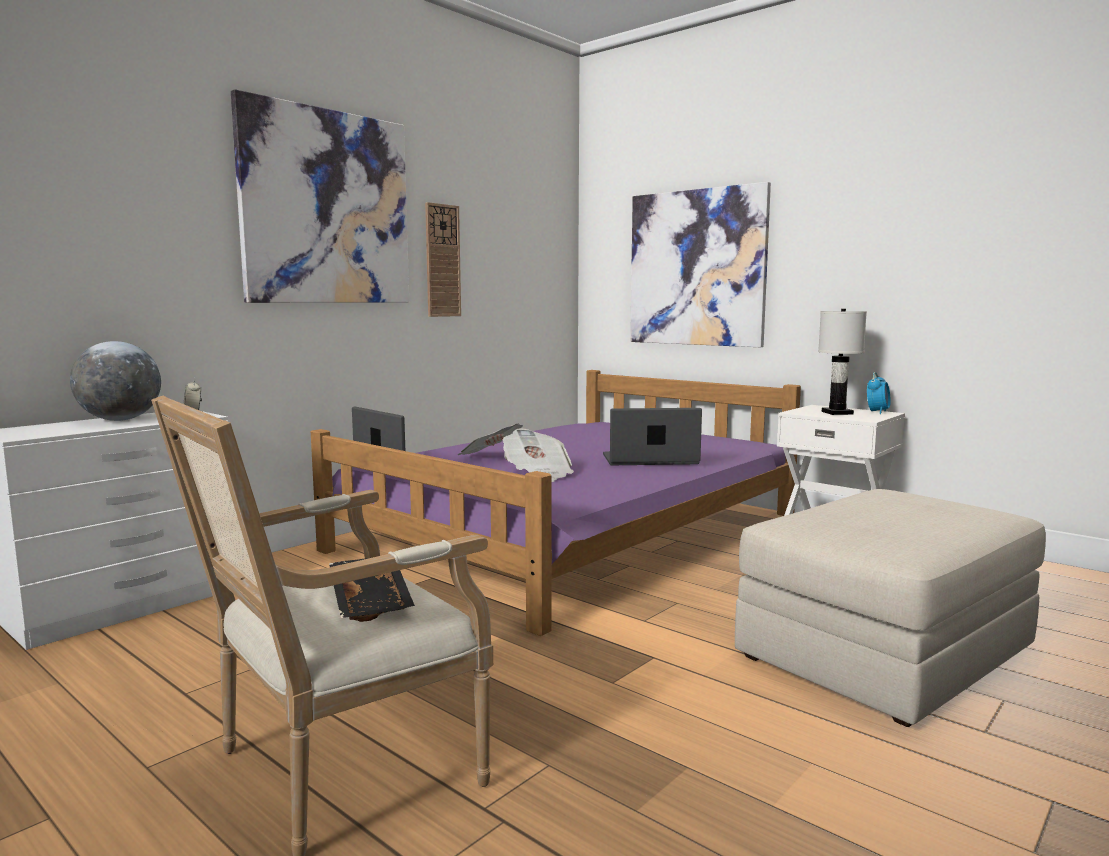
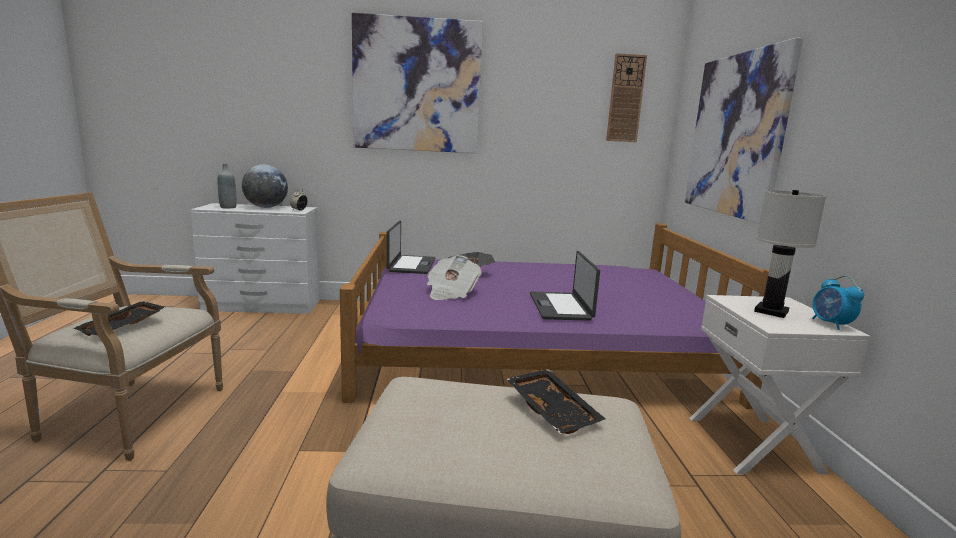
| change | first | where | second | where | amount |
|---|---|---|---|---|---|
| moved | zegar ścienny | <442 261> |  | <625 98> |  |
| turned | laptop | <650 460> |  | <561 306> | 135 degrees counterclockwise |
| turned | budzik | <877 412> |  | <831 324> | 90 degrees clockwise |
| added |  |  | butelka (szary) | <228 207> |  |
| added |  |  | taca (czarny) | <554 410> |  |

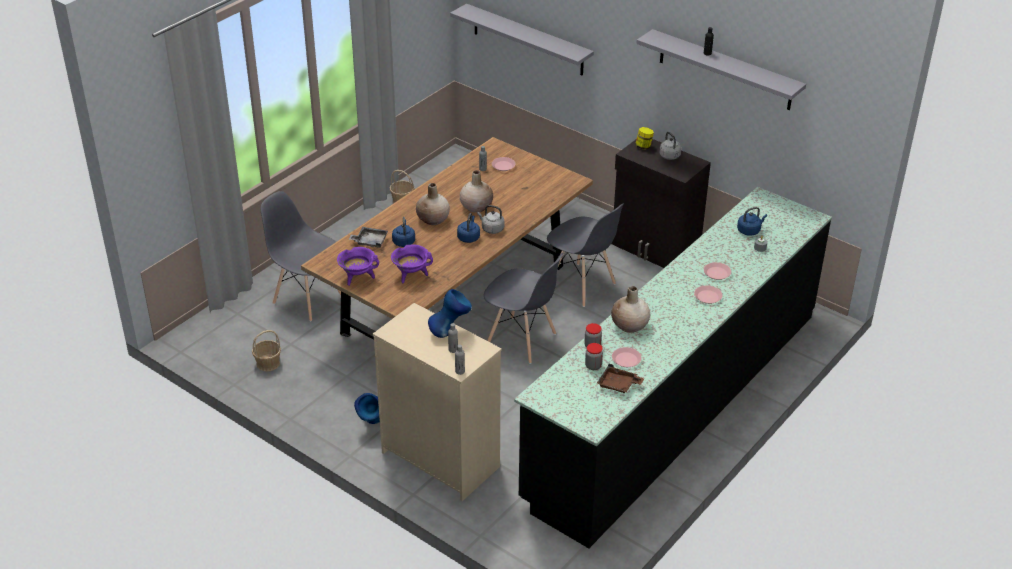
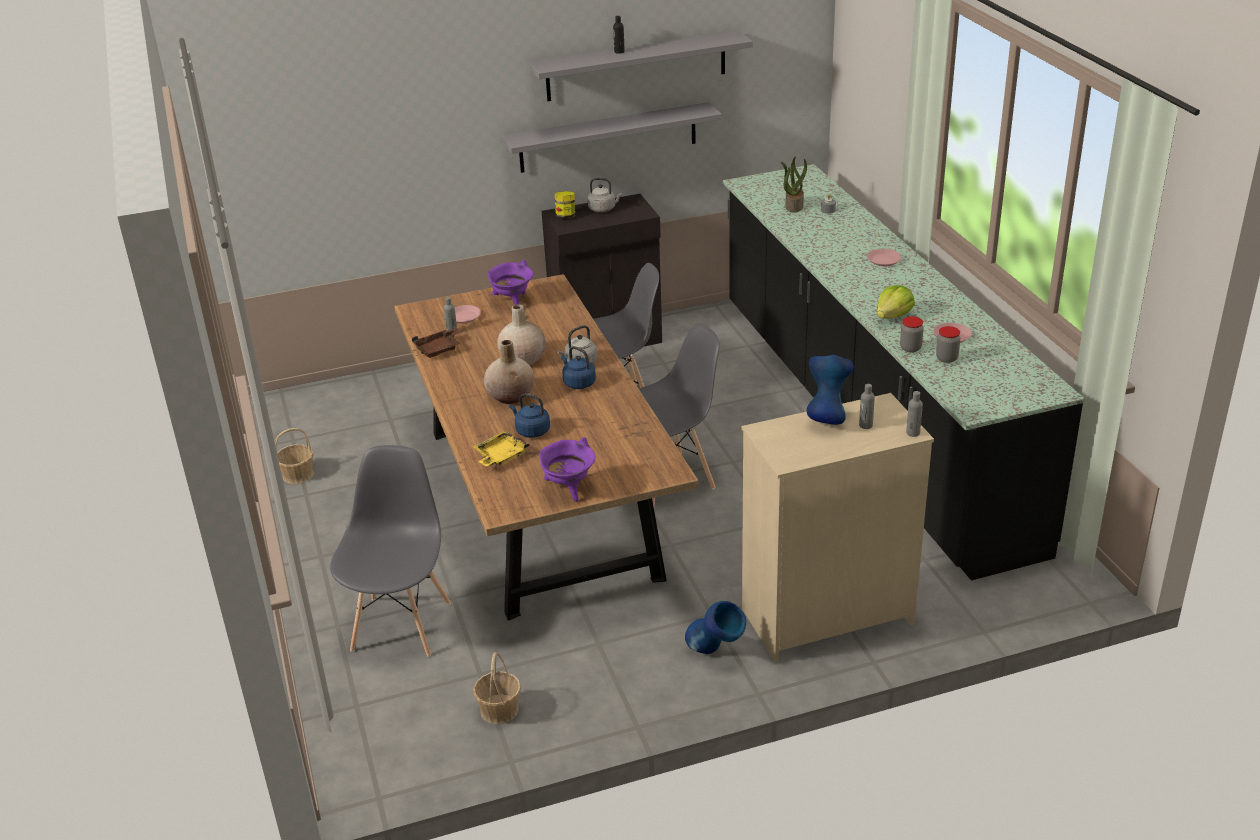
| change | first | where | second | where | amount |
|---|---|---|---|---|---|
| turned | krzesło (szary) | <307 299> |  | <401 625> | 120 degrees clockwise |
| recoloured | taca (szary) | <370 241> | taca (żółty) | <500 456> |  |
| moved | garnek (fioletowy) | <411 275> |  | <512 302> |  |
| moved | półka (szary) | <528 40> |  | <608 137> |  |
| moved | taca (brązowy) | <618 385> |  | <439 349> |  |
| replaced | wazon (beżowy) | <629 325> | sałata | <893 316> |  |
| removed | talerz (różowy) | <716 273> |  |  |  |
| replaced | czajnik (niebieski) | <749 230> | roślina doniczkowa | <793 206> |  |

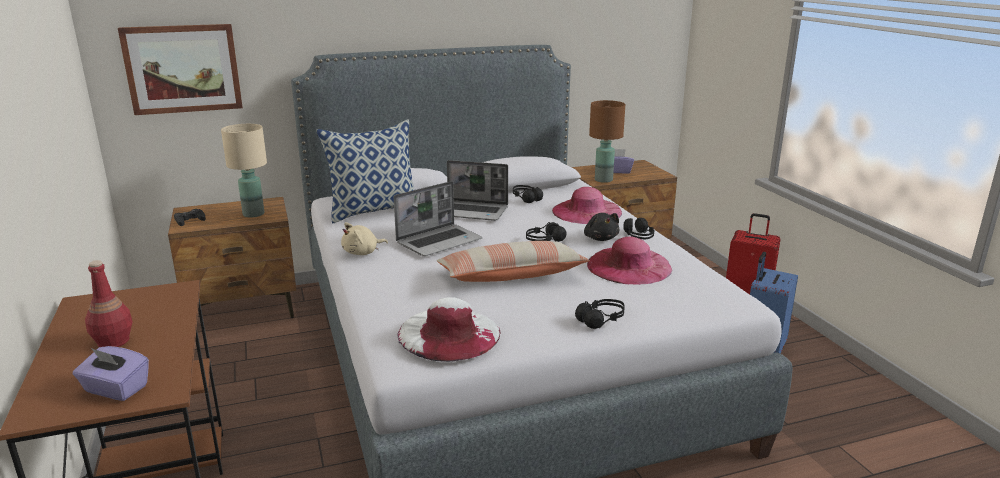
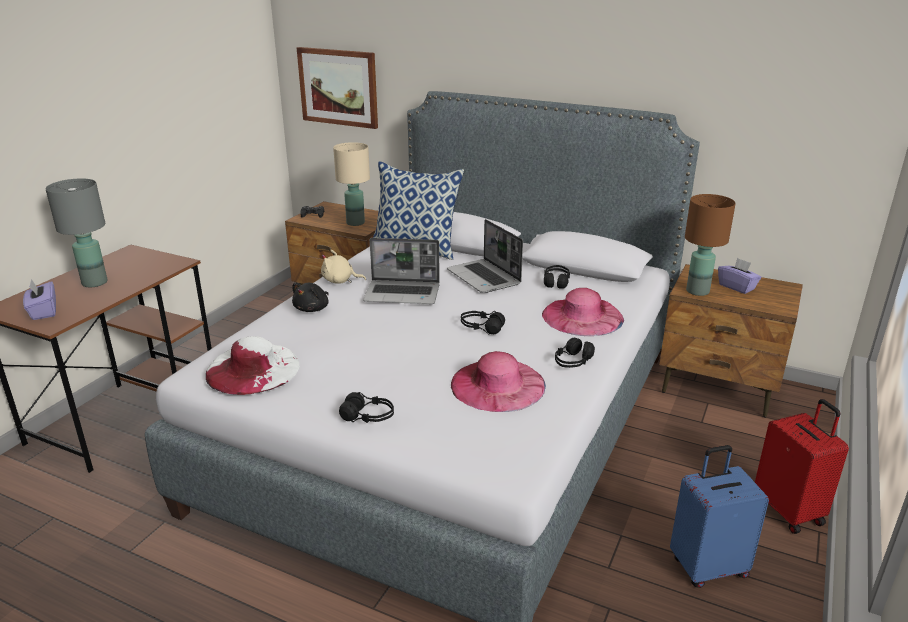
| change | first | where | second | where | amount |
|---|---|---|---|---|---|
| replaced | butelka (czerwony) | <113 341> | lampa stołowa (szary) | <94 282> |  |
| removed | poduszka | <511 276> |  |  |  |
| moved | pluszak (czarny) | <600 238> |  | <312 309> |  |

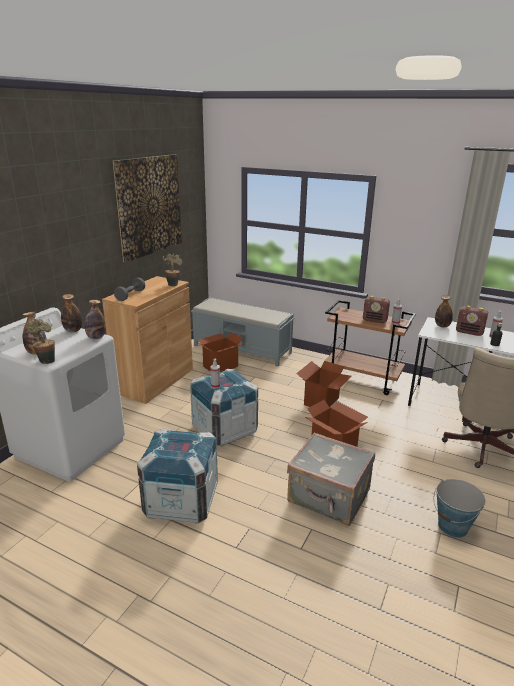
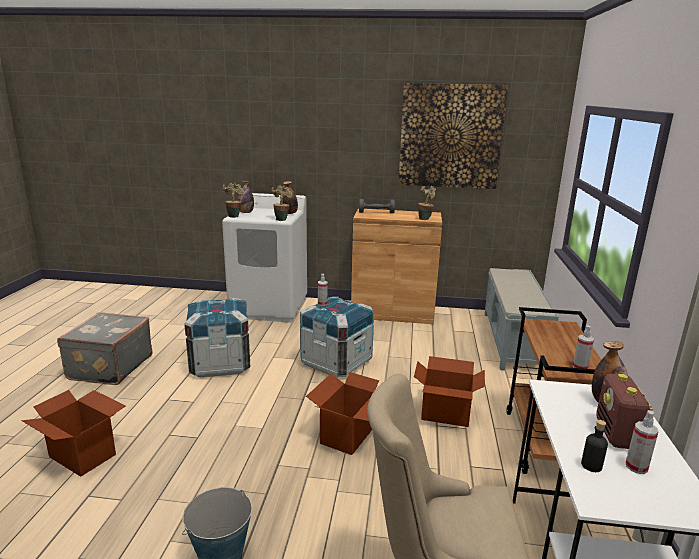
| change | first | where | second | where | amount |
|---|---|---|---|---|---|
| replaced | butelka | <96 337> | roślina doniczkowa | <281 219> |  |
| moved | karton | <220 366> |  | <83 455> |  |
| moved | walizka (szary) | <328 497> |  | <109 367> |  |
| removed | radio | <375 320> |  |  |  |

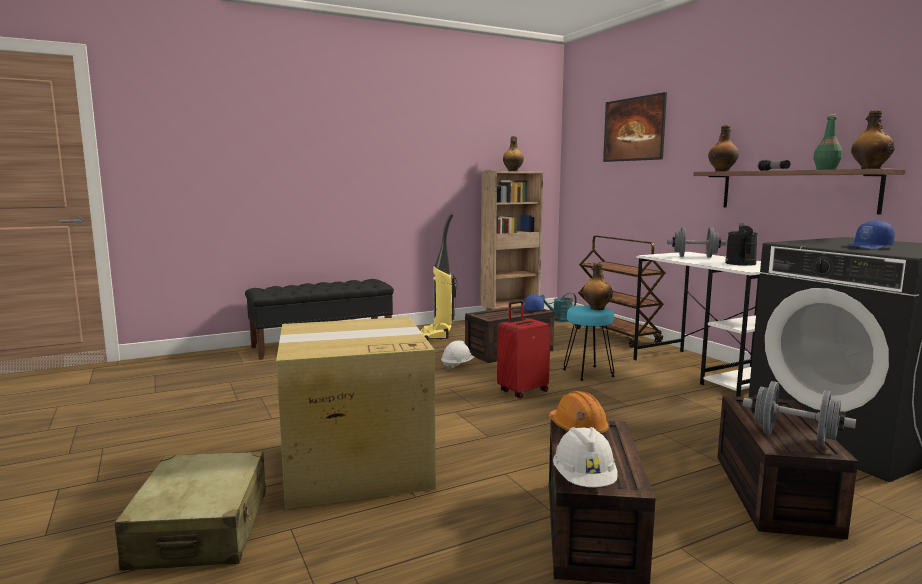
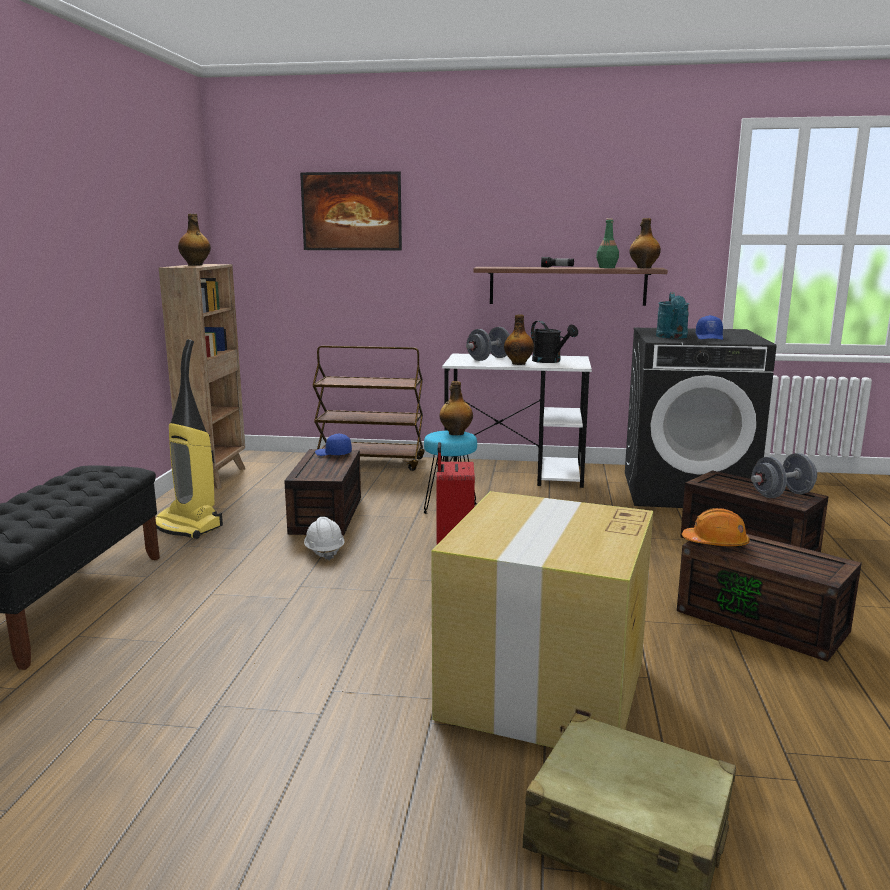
| change | first | where | second | where | amount |
|---|---|---|---|---|---|
| moved | konewka (turkusowy) | <559 320> |  | <672 337> |  |
| removed | kask (biały) | <584 481> |  |  |  |
| moved | butelka | <722 171> |  | <518 363> |  |

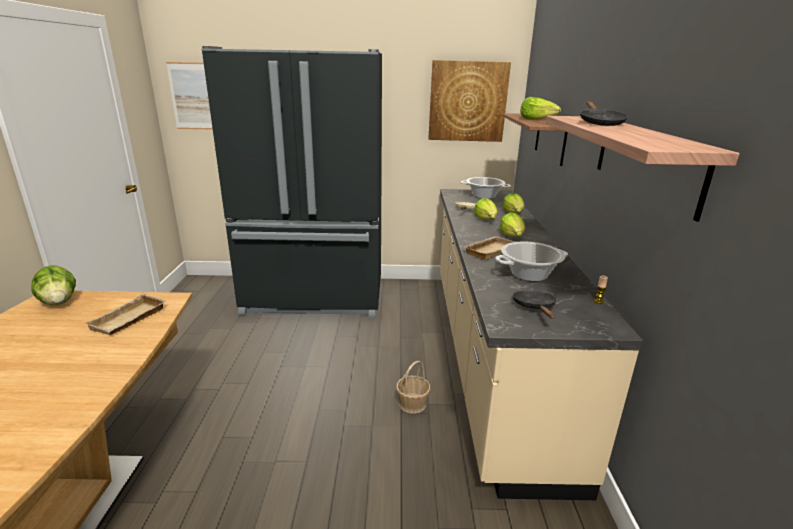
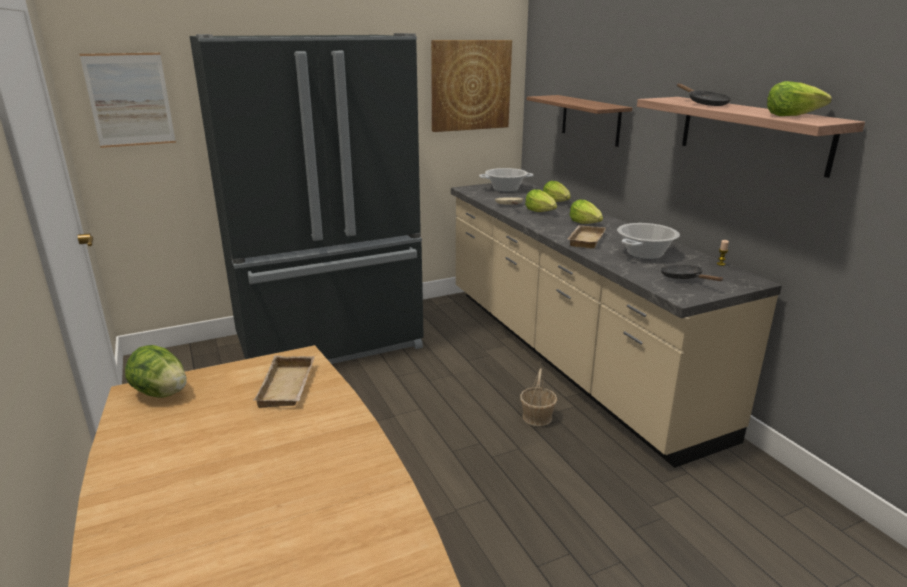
| change | first | where | second | where | amount |
|---|---|---|---|---|---|
| moved | sałata | <537 120> |  | <792 116> |  |

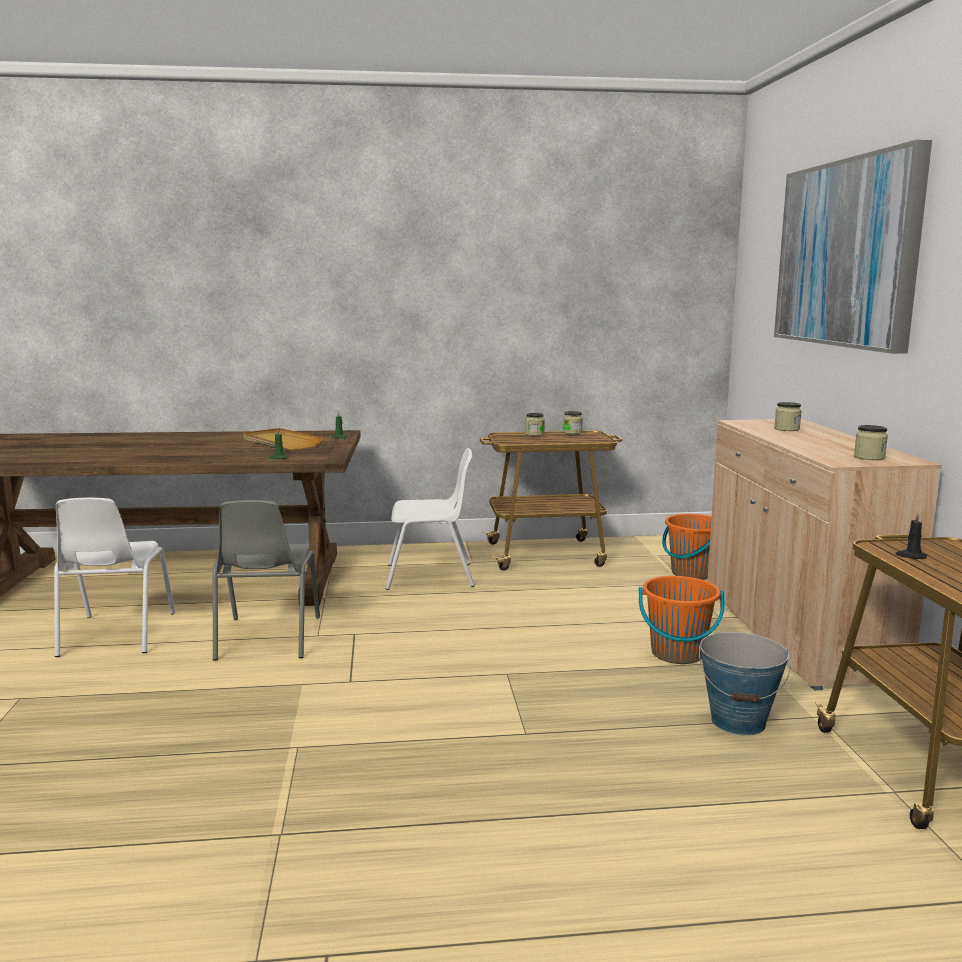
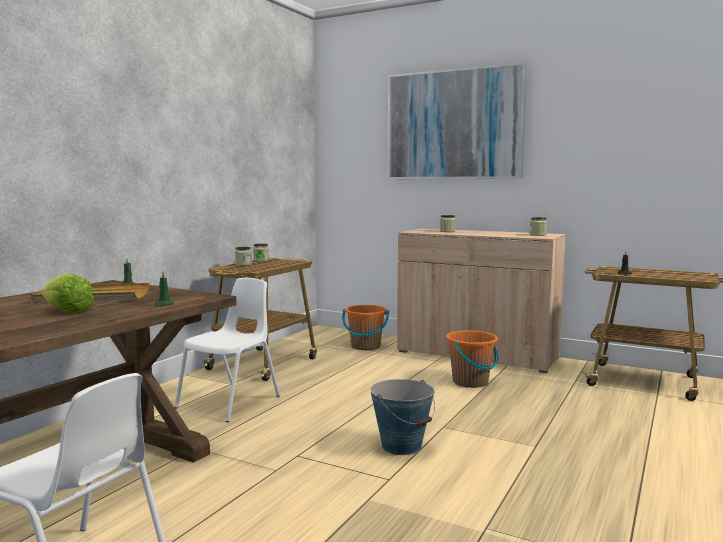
| change | first | where | second | where | amount |
|---|---|---|---|---|---|
| removed | krzesło (szary) | <267 638> |  |  |  |
| moved | wiadro | <738 721> |  | <402 446> |  |
| added |  |  | sałata | <67 311> |  |

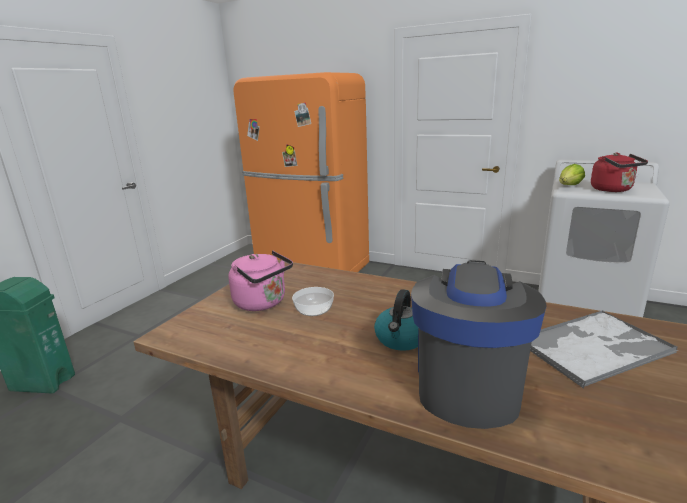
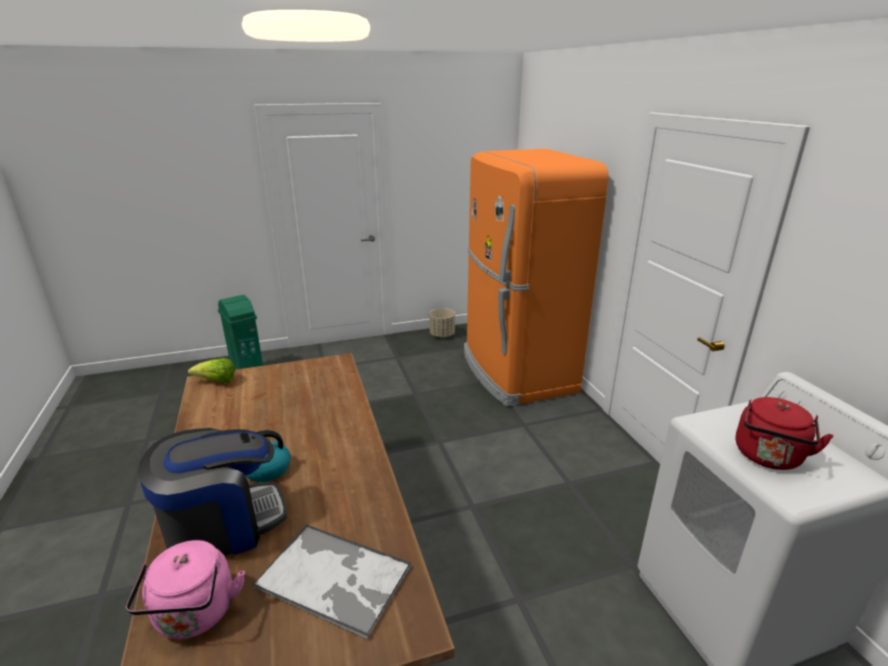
| change | first | where | second | where | amount |
|---|---|---|---|---|---|
| moved | czajnik (różowy) | <263 303> |  | <195 616> |  |
| removed | miska | <314 310> |  |  |  |
| moved | sałata | <569 186> |  | <217 382> |  |
| added |  |  | donica (beżowy) | <442 335> |  |

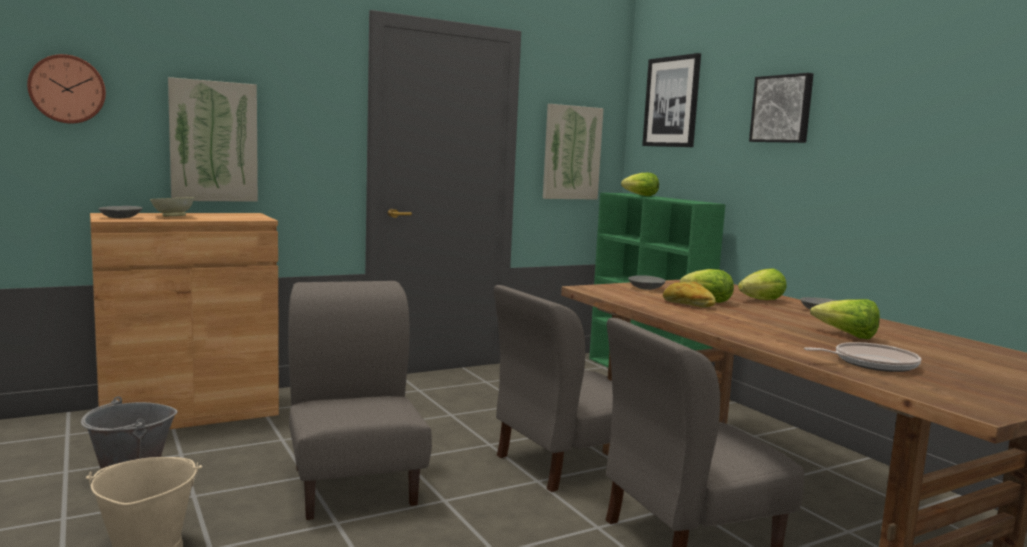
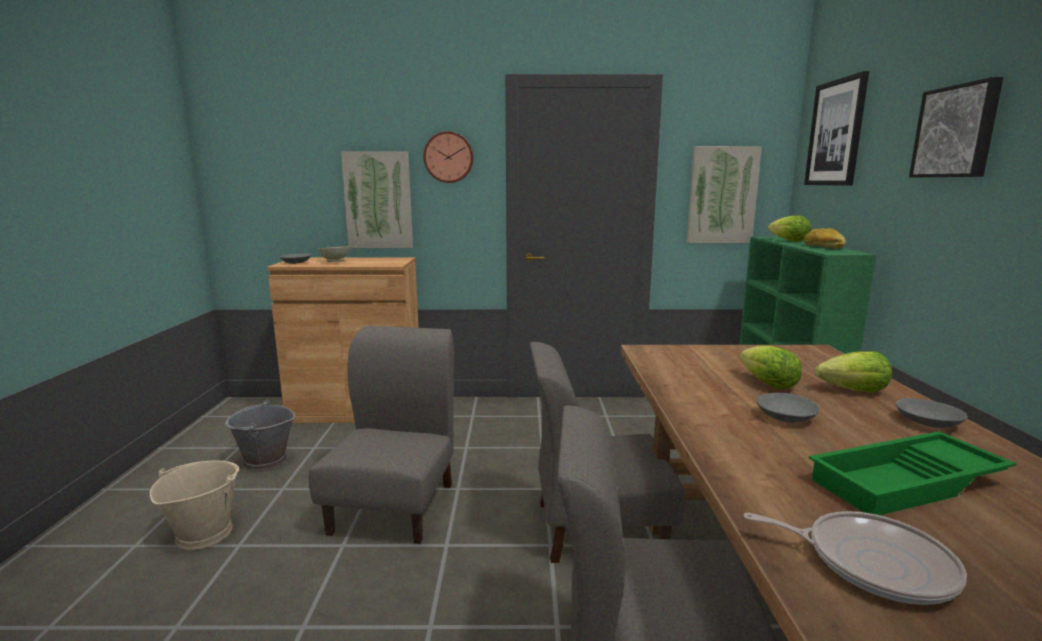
| change | first | where | second | where | amount |
|---|---|---|---|---|---|
| moved | zegar ścienny | <67 89> |  | <449 157> |  |
| moved | miska (szary) | <646 288> |  | <785 417> |  |
| moved | chleb | <688 304> |  | <823 247> |  |
| replaced | sałata | <847 336> | taca (zielony) | <908 484> |  |

